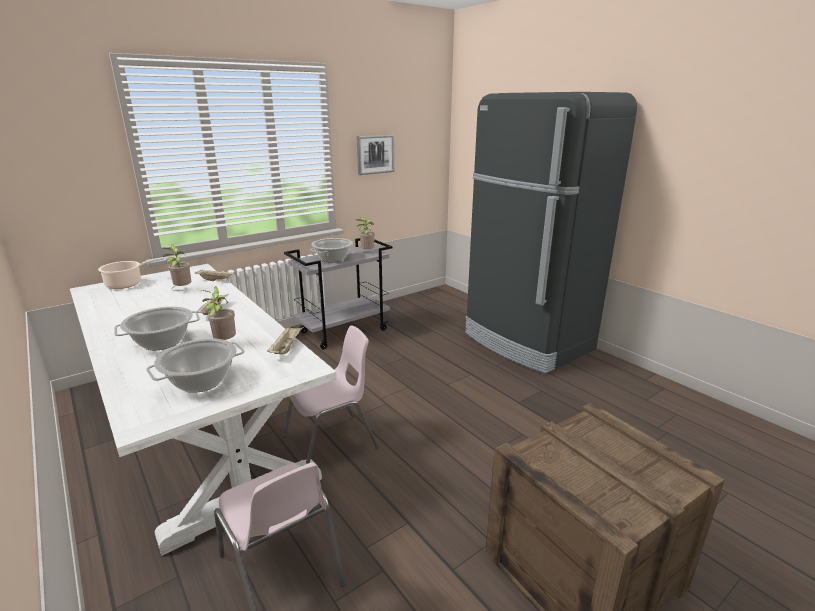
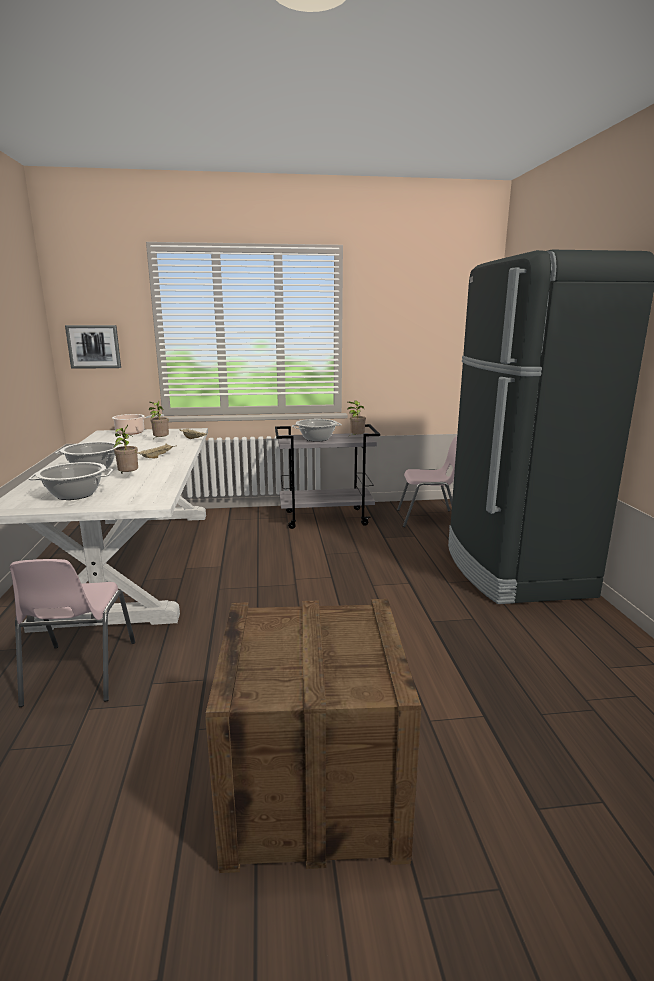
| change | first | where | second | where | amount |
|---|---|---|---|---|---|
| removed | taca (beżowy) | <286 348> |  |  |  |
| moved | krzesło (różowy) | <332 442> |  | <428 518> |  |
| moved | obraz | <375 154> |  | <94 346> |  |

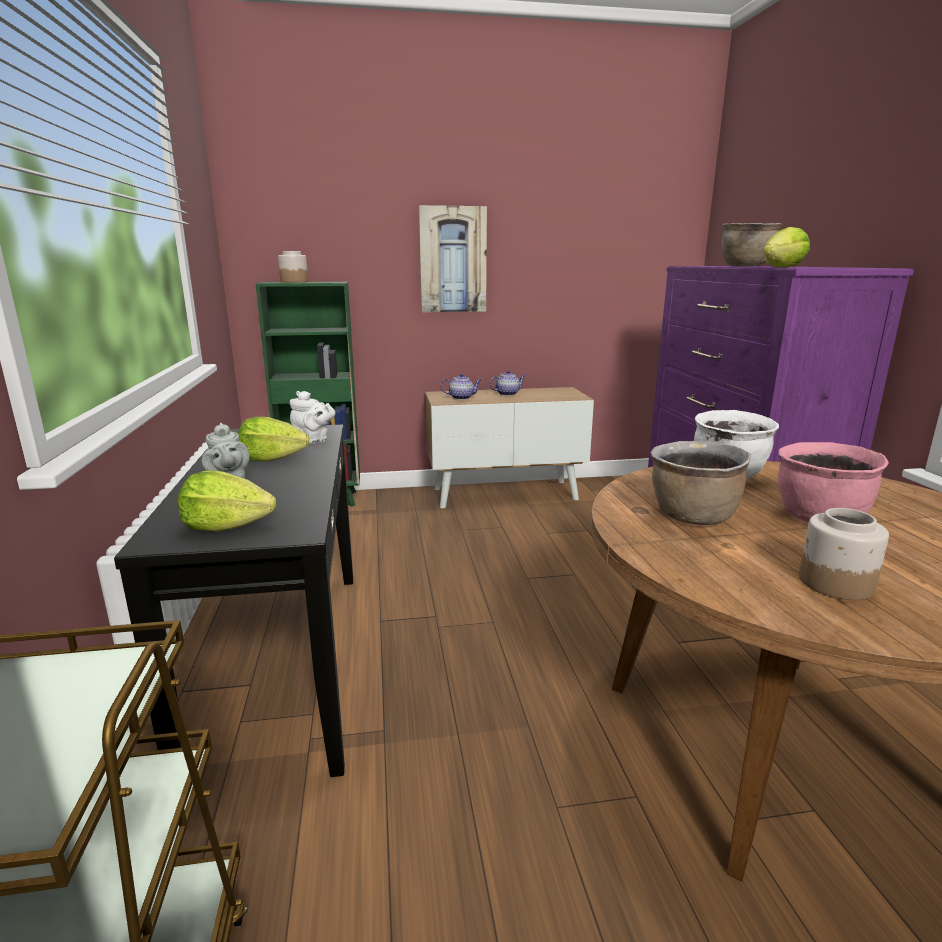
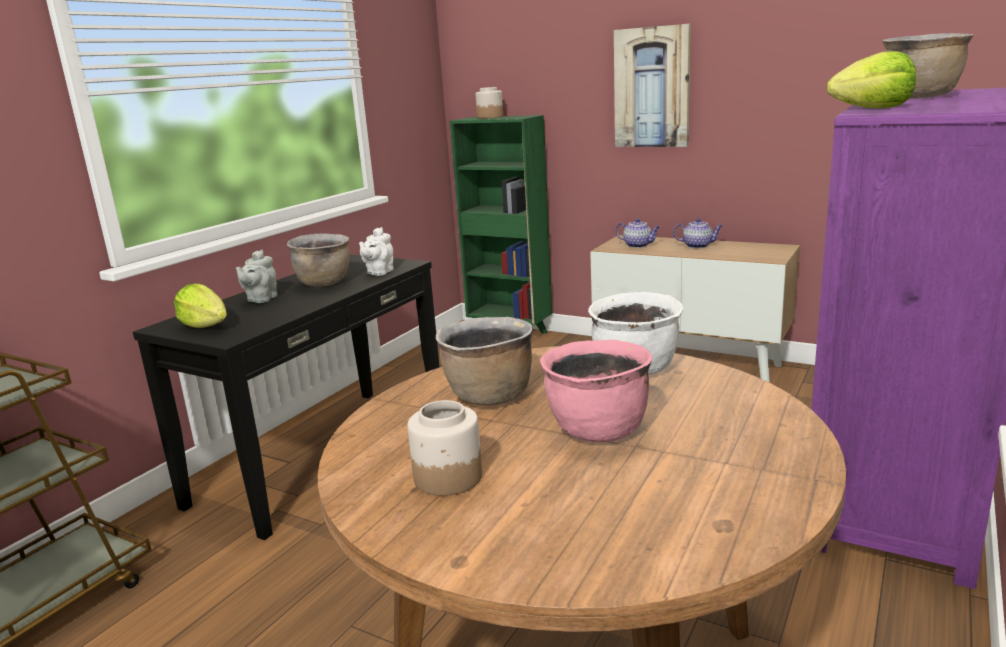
| change | first | where | second | where | amount |
|---|---|---|---|---|---|
| replaced | sałata | <272 458> | garnek (brązowy) | <324 283> |  |
| turned | imbryk (biały) | <313 440> |  | <379 272> | 45 degrees clockwise |

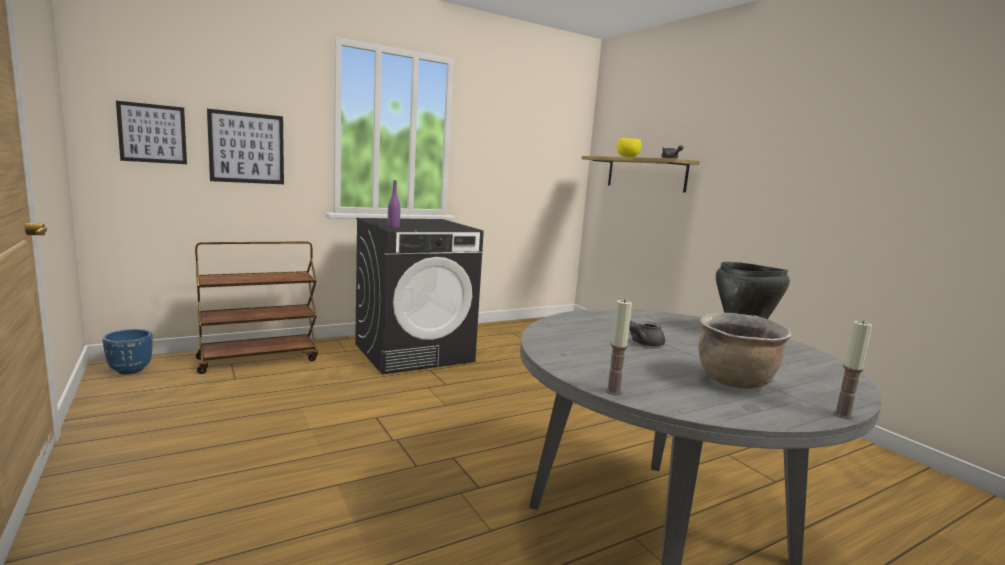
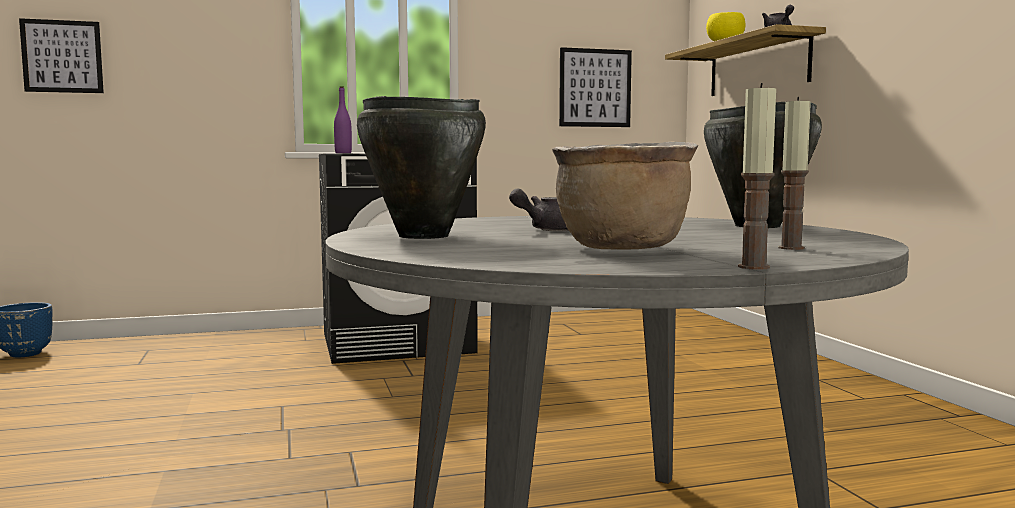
| change | first | where | second | where | amount |
|---|---|---|---|---|---|
| removed | wózek (brązowy) | <259 359> |  |  |  |
| moved | obraz | <247 148> |  | <595 88> |  |
| moved | świeca | <613 391> |  | <791 248> |  |
| added |  |  | garnek (czarny) | <425 236> |  |

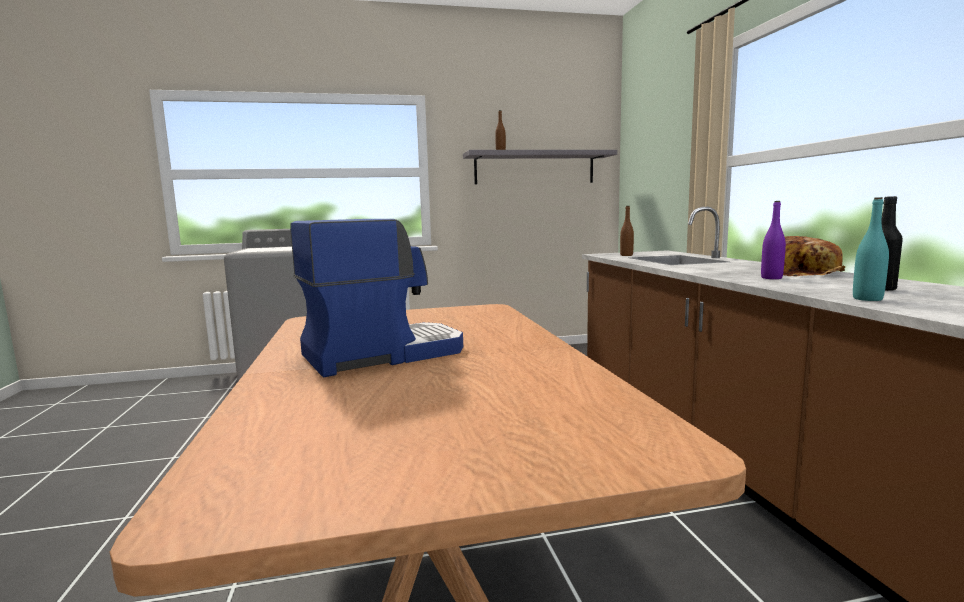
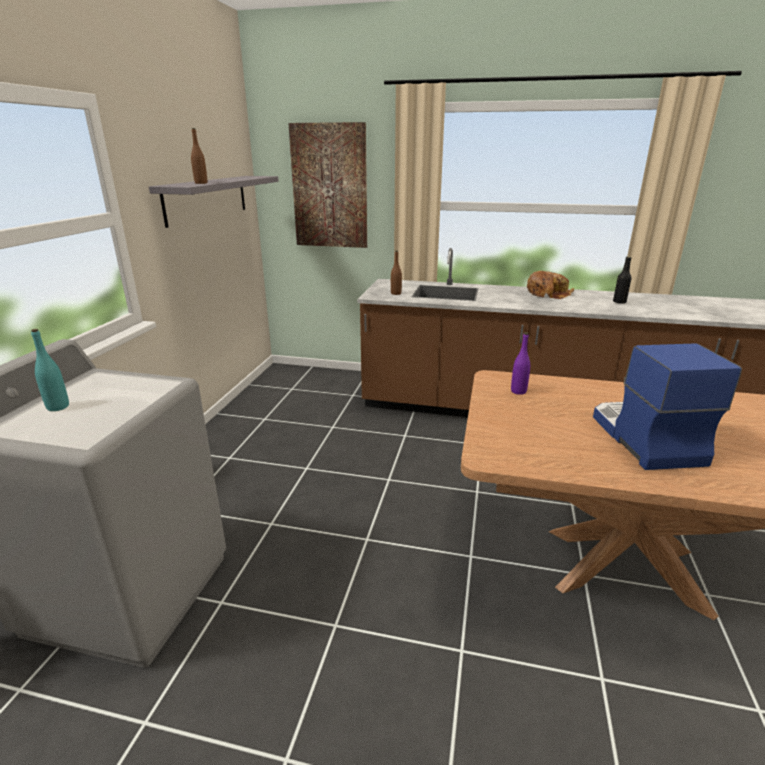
| change | first | where | second | where | amount |
|---|---|---|---|---|---|
| moved | butelka (fioletowy) | <771 278> |  | <518 391> |  |
| moved | butelka (turkusowy) | <867 299> |  | <58 407> |  |
| added |  |  | obraz | <329 187> |  |

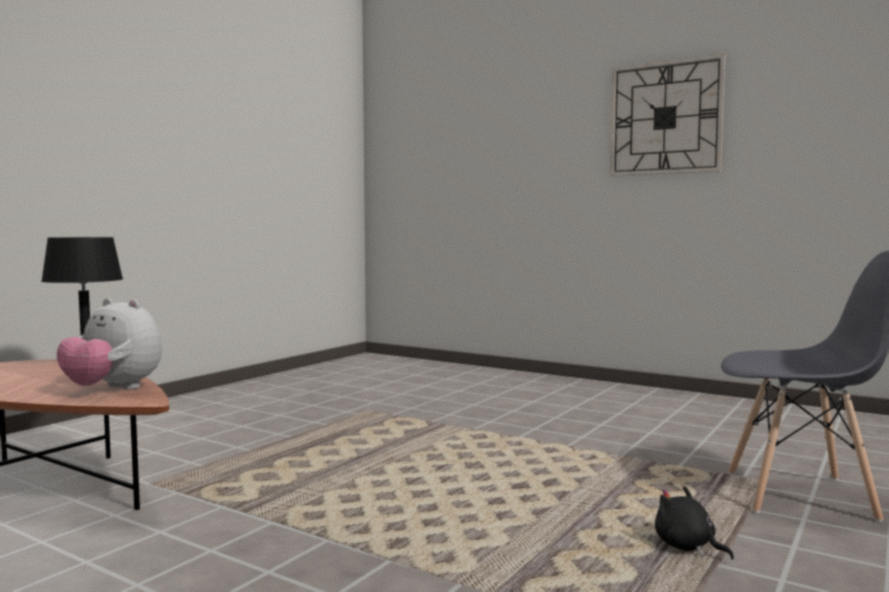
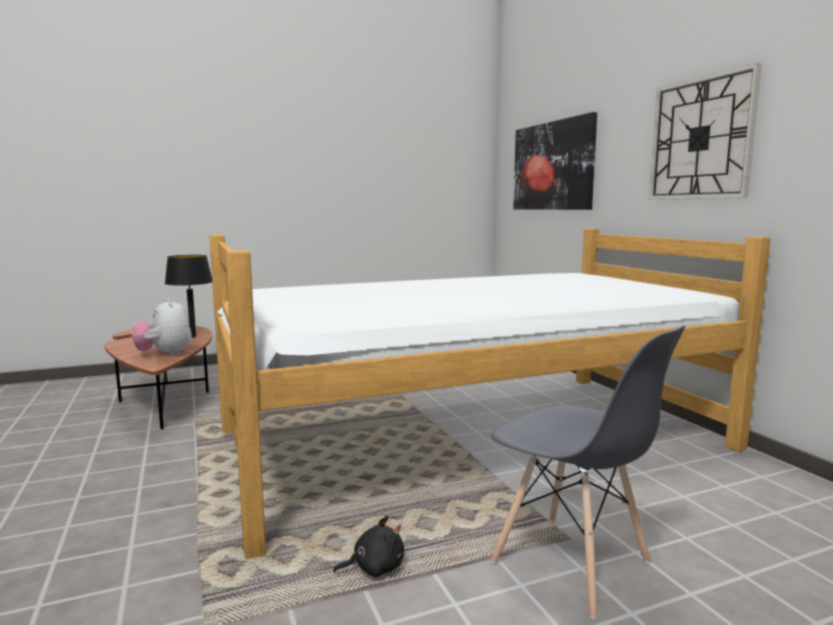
| change | first | where | second | where | amount |
|---|---|---|---|---|---|
| turned | pluszak (czarny) | <687 547> |  | <374 567> | 75 degrees clockwise |
| added |  |  | łóżko | <474 440> |  |
| added |  |  | obraz | <552 166> |  |

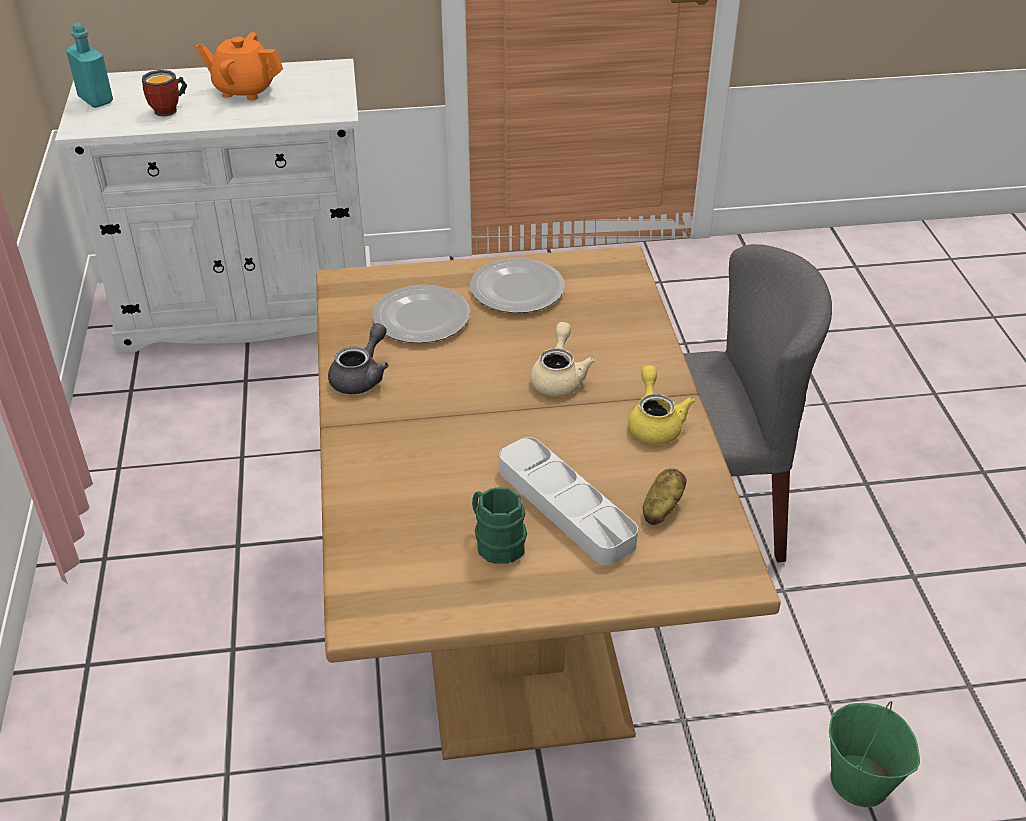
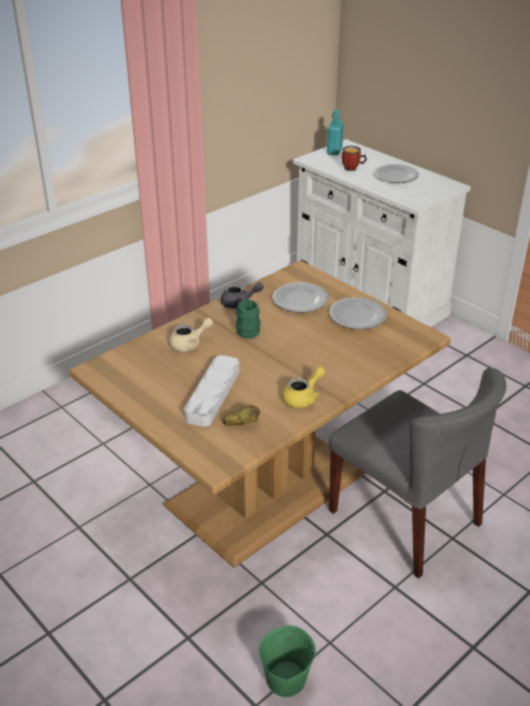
| change | first | where | second | where | amount |
|---|---|---|---|---|---|
| replaced | imbryk (pomarańczowy) | <244 90> | talerz | <396 176> |  |
| moved | kubek (zielony) | <495 542> |  | <249 329> |  |
| moved | imbryk (beżowy) | <559 377> |  | <190 344> |  |

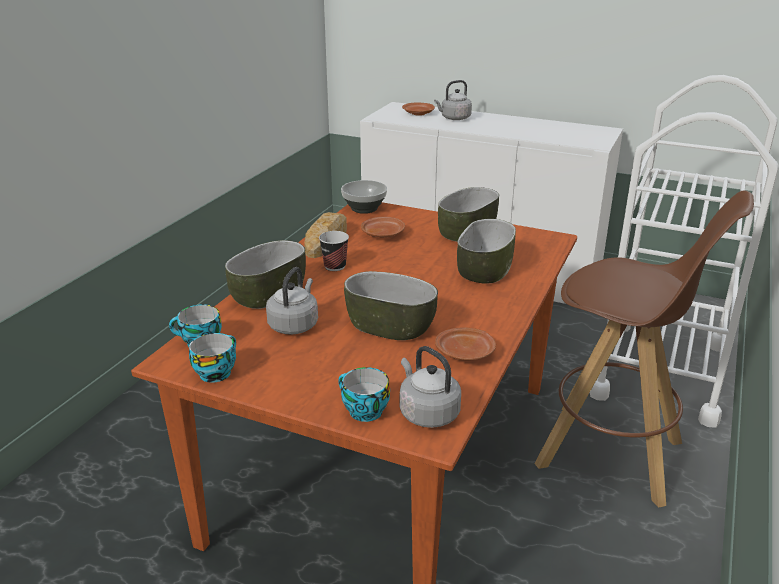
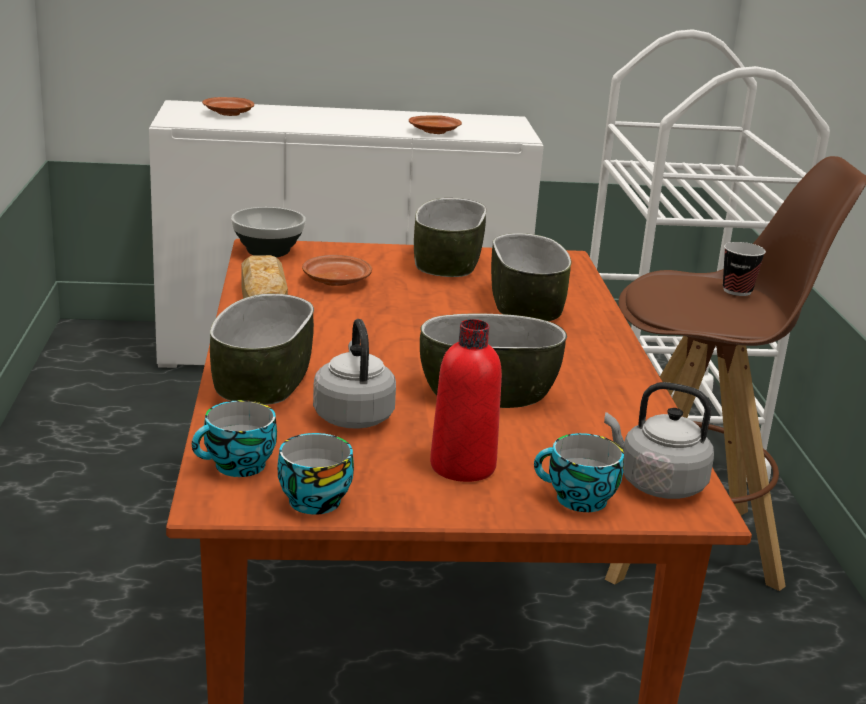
| change | first | where | second | where | amount |
|---|---|---|---|---|---|
| moved | filiżanka | <335 266> |  | <737 291> |  |
| removed | czajnik (szary) | <454 118> |  |  |  |
| moved | talerz (brązowy) | <465 353> |  | <435 132> |  |
| added |  |  | butelka (czerwony) | <462 466> |  |

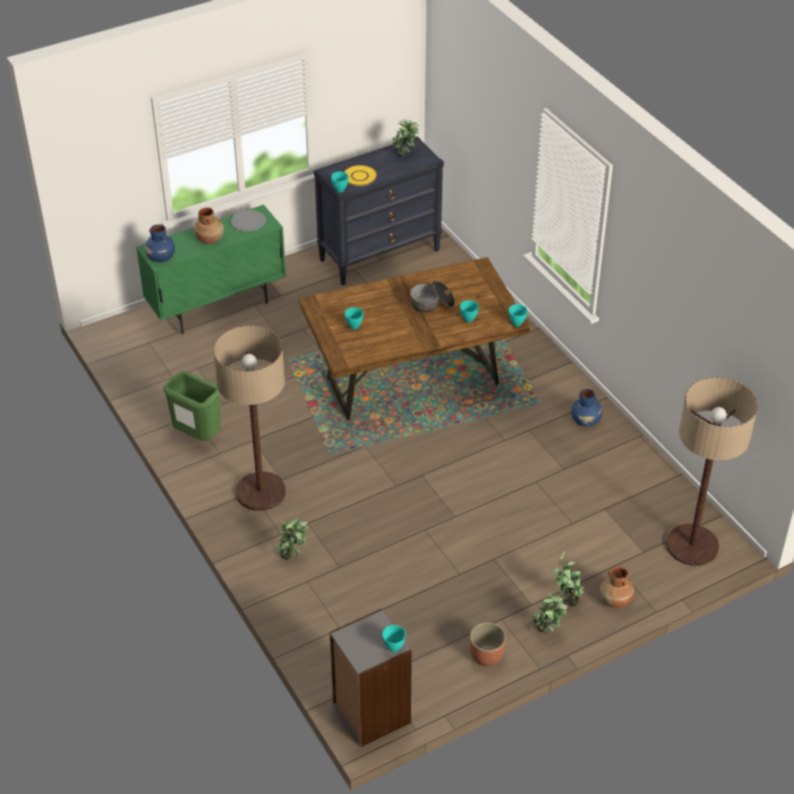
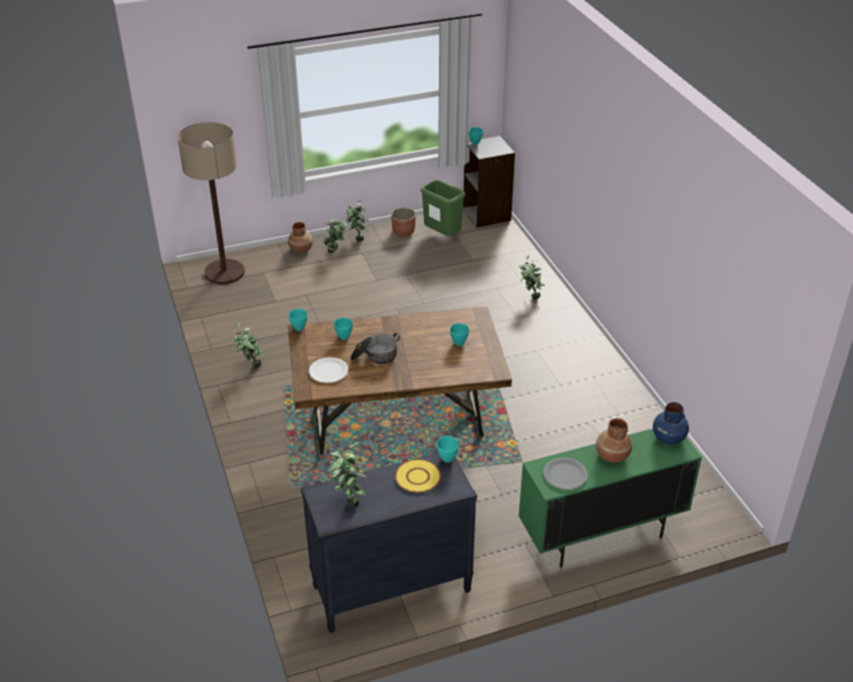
| change | first | where | second | where | amount |
|---|---|---|---|---|---|
| moved | kosz na śmieci (zielony) | <197 437> |  | <442 236> |  |
| removed | lampa stojąca | <260 492> |  |  |  |
| replaced | wazon (niebieski) | <585 421> | roślina doniczkowa | <251 366> |  |
| added |  |  | talerz (biały) | <328 371> |  |

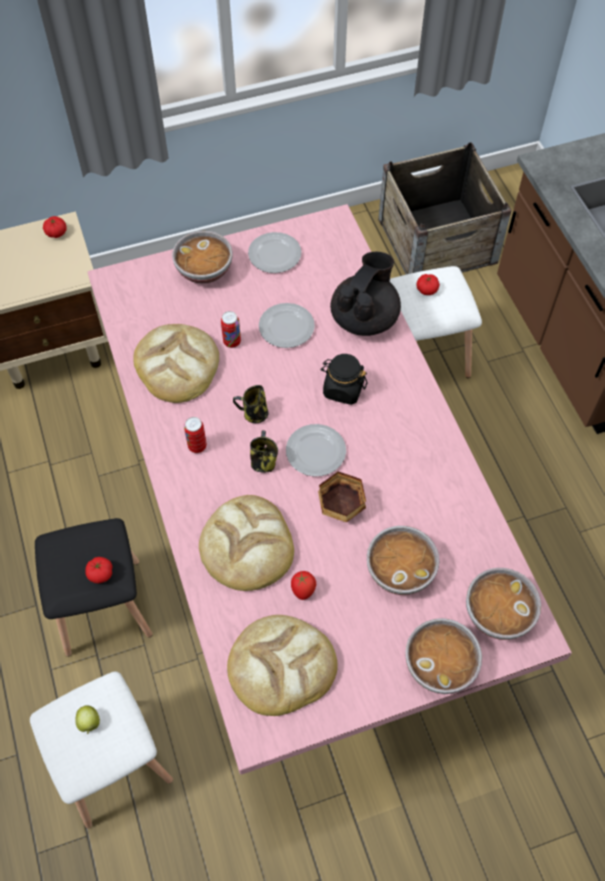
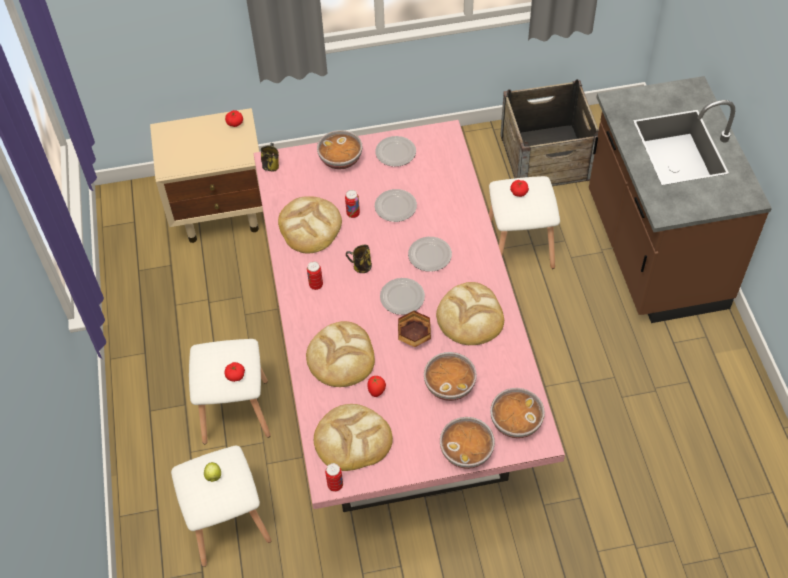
| change | first | where | second | where | amount |
|---|---|---|---|---|---|
| recoloured | stołek (czarny) | <102 605> | stołek (biały) | <235 410> |  |
| moved | kubek | <263 461> |  | <271 165> |  |
| replaced | słoik (czarny) | <343 389> | talerz | <430 255> |  |
| removed | imbryk (czarny) | <365 318> |  |  |  |
| added |  |  | puszka | <335 485> |  |
| added |  |  | chleb | <470 316> |  |

